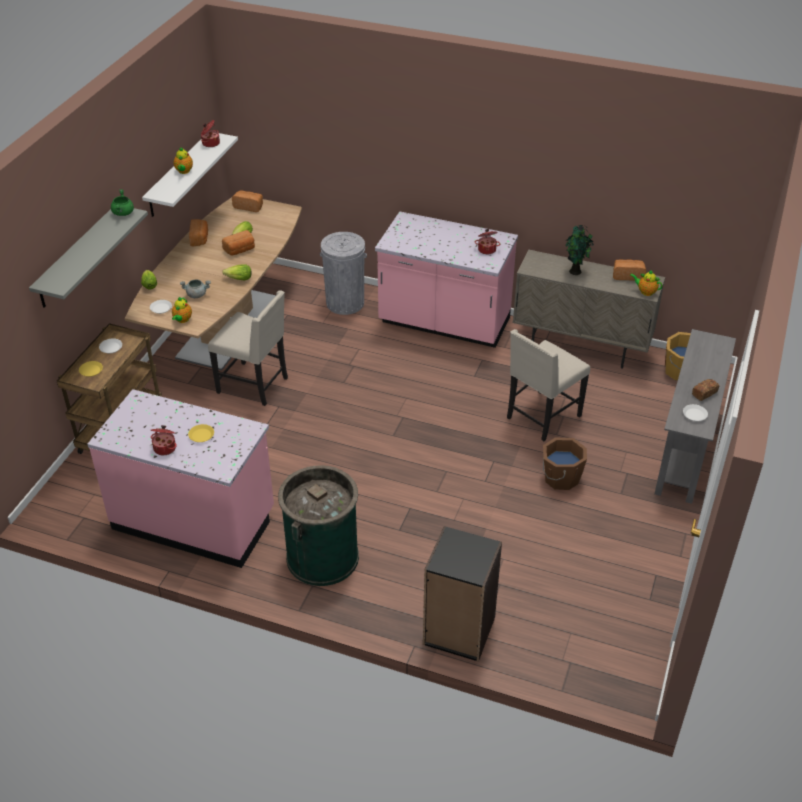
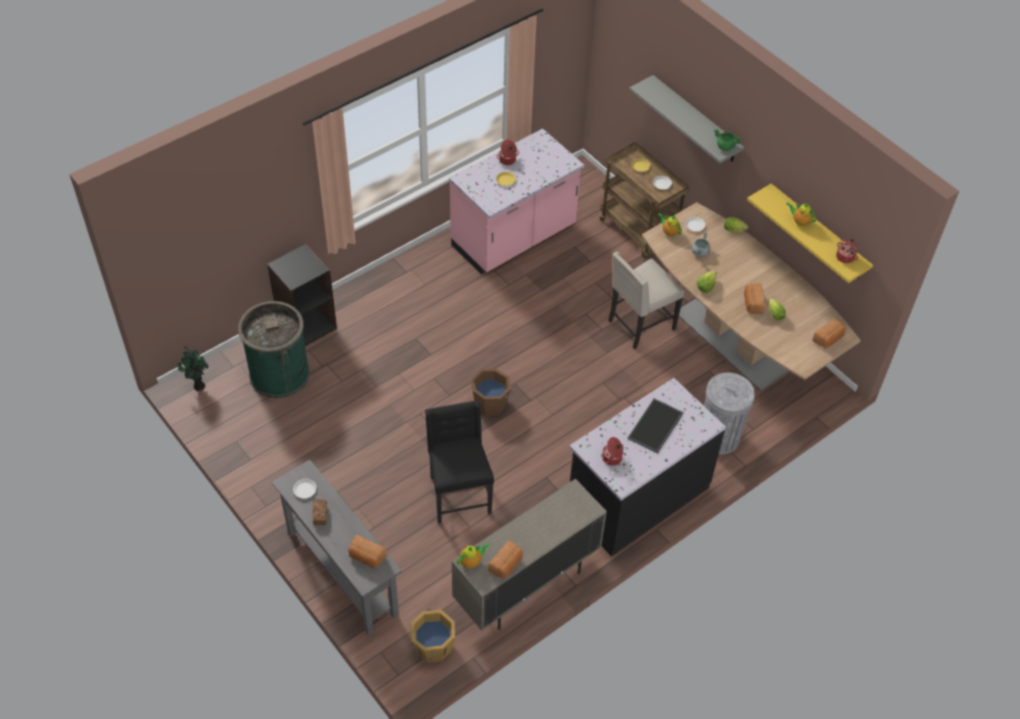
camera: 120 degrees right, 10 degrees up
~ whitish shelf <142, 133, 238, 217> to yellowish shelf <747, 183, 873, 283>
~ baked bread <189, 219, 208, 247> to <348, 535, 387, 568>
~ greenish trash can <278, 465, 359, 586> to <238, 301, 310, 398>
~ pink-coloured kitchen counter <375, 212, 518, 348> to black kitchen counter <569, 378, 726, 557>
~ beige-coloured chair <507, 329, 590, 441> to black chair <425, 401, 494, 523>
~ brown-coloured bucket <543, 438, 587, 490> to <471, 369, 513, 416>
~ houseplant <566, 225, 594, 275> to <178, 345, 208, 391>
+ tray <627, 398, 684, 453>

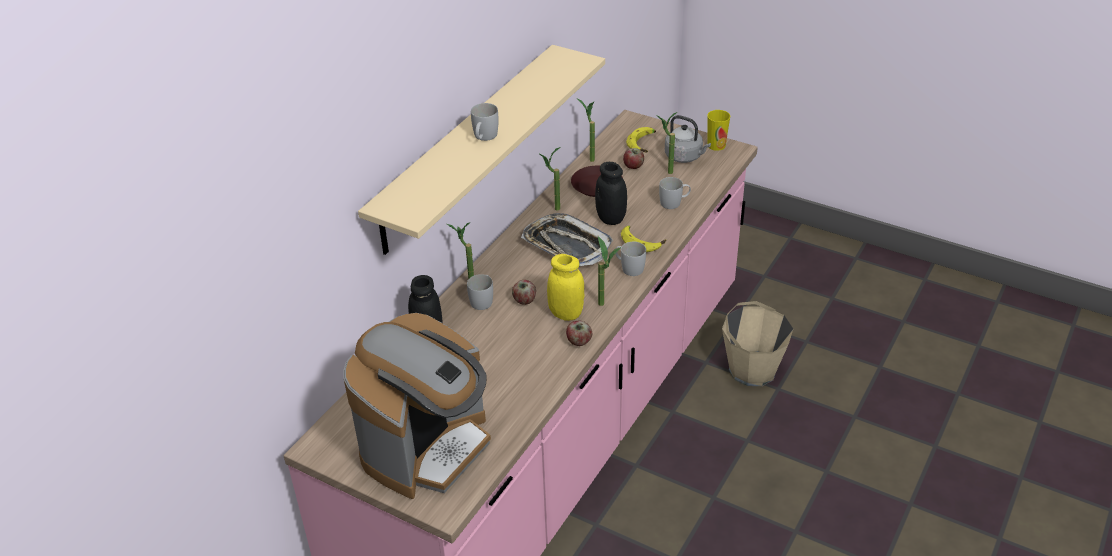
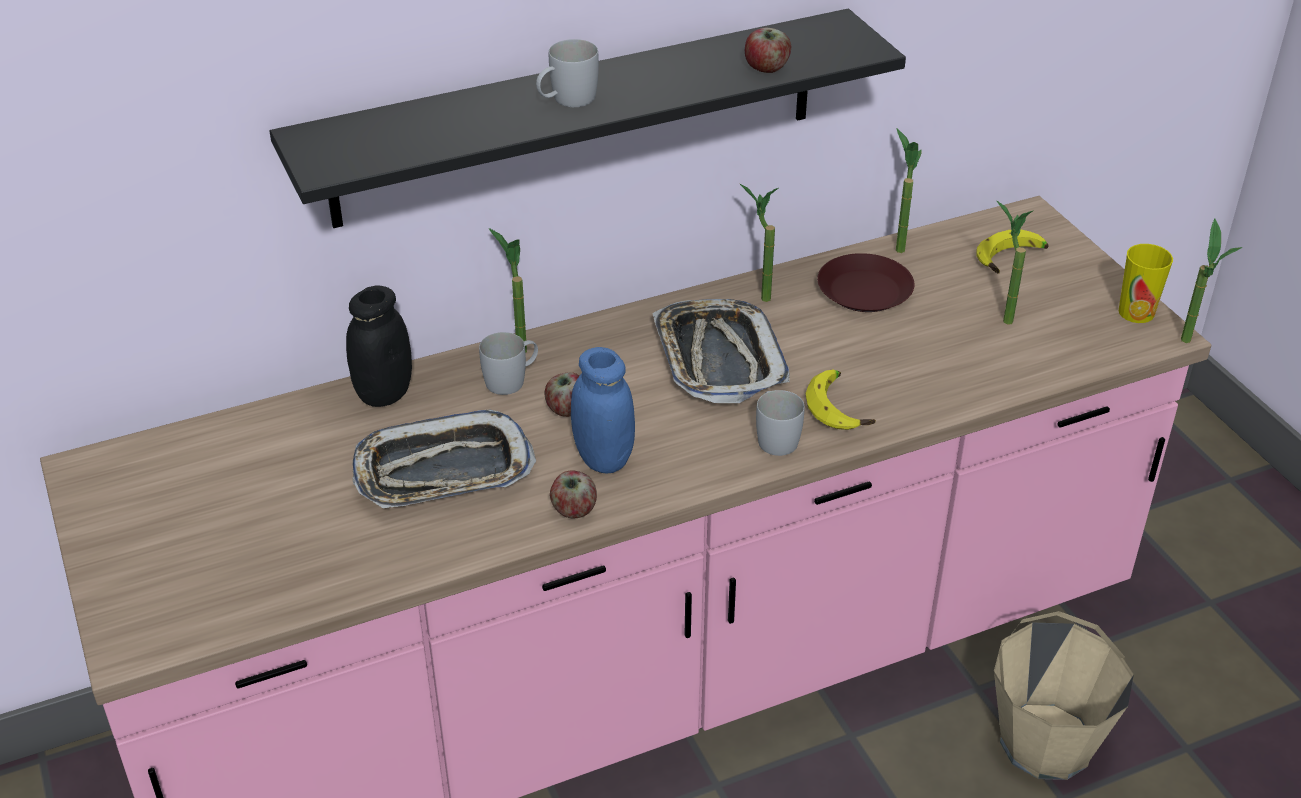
camera: 35 degrees right, 0 degrees up
- coffee maker <343, 313, 491, 499>
~ beige-coloured shelf <358, 45, 605, 255> to black shelf <270, 9, 906, 228>
~ yellowish jar <547, 254, 584, 321> to blue-coloured jar <571, 347, 635, 474>
- black jar <595, 162, 627, 225>
~ houseplant <598, 236, 621, 306> to <1181, 219, 1243, 343>
~ apple <623, 148, 644, 169> to <745, 28, 791, 73>
- whitish coffee mug <659, 177, 691, 209>
- gray water kettle <665, 115, 711, 163>
+ tray <352, 410, 536, 508>

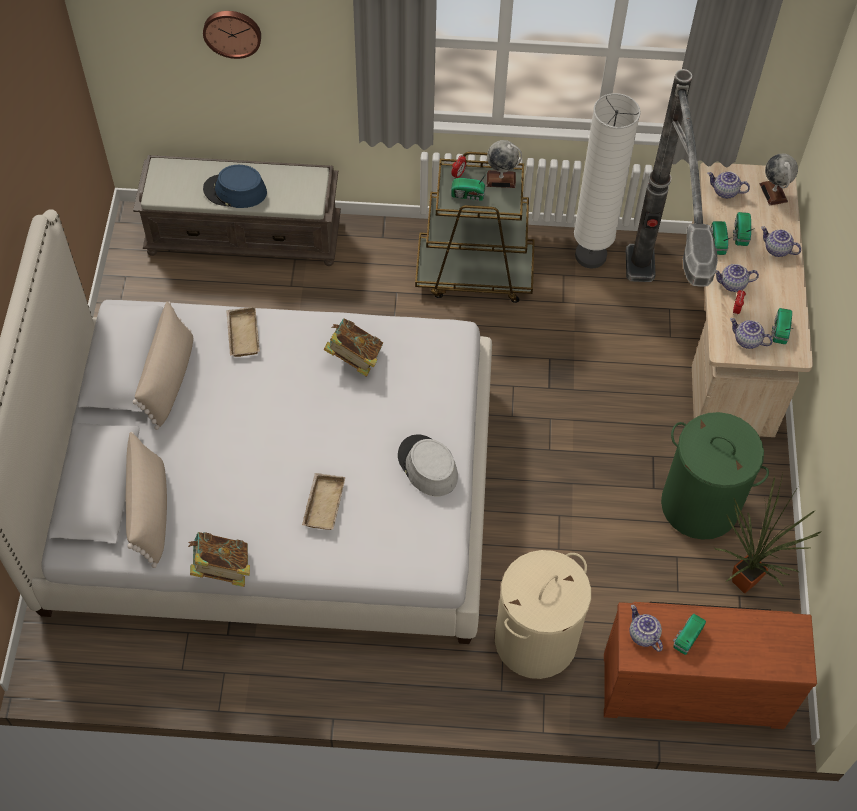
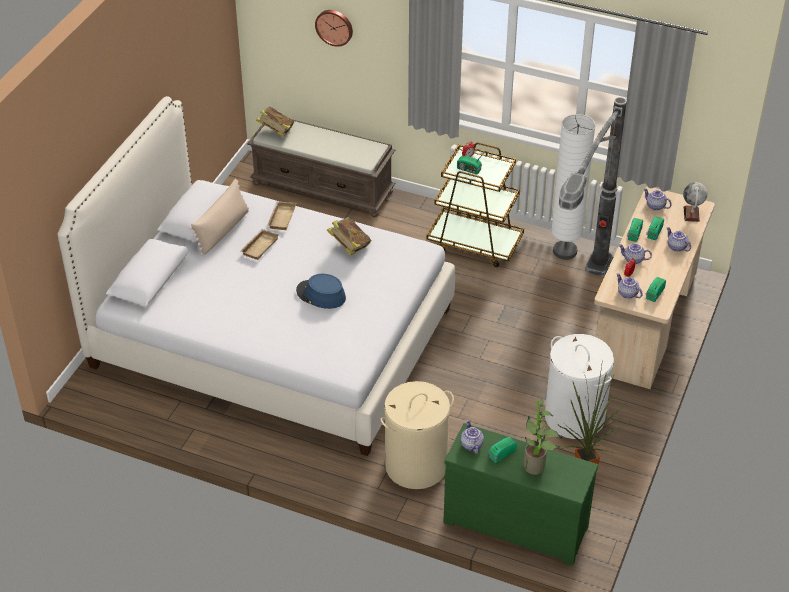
camera: 20 degrees right, 15 degrees down
- beige-coloured cushion <126, 432, 167, 568>
~ bound book <188, 532, 250, 587> to <256, 106, 294, 137>
~ blue-coloured wearable hat <203, 165, 267, 208> to <296, 274, 346, 309>
~ beige-coloured tray <302, 473, 346, 530> to <241, 229, 279, 260>
- gray wearable hat <398, 434, 458, 496>
- world globe <486, 140, 522, 188>
~ brown-coloured chest of drawers <604, 602, 817, 729> to greenish chest of drawers <443, 423, 598, 565>
~ greenish laundry basket <661, 412, 769, 540> to whitish laundry basket <545, 334, 614, 439>
+ houseplant <524, 398, 562, 475>

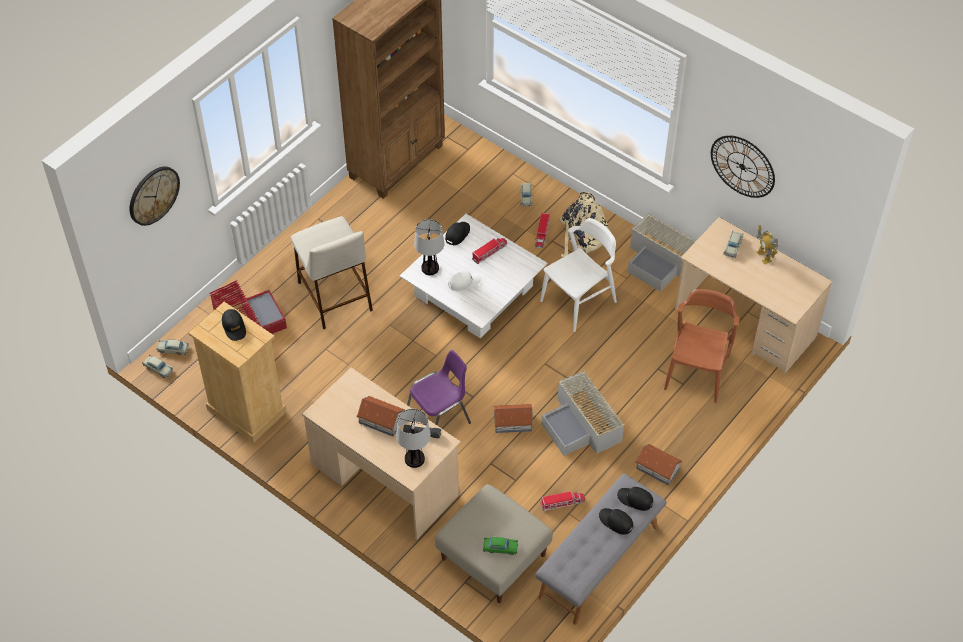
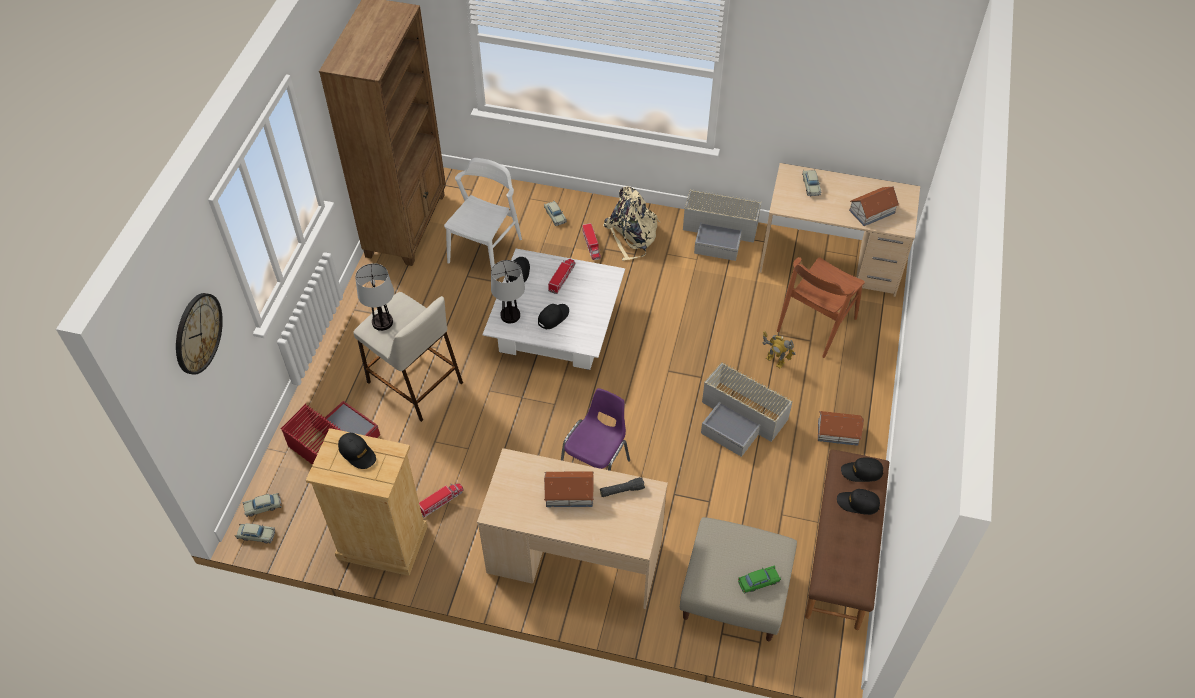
camera: 25 degrees left, 0 degrees up
~ table lamp <396, 409, 431, 468> to <355, 263, 394, 331>
~ whitish baseball cap <448, 270, 481, 291> to black baseball cap <538, 304, 569, 329>
~ miniature house <493, 404, 533, 433> to <849, 187, 899, 226>
~ gray indoor bench <535, 473, 666, 625> to brown-coloured indoor bench <805, 449, 889, 630>
~ whitish chair <540, 218, 617, 332> to <444, 158, 522, 269>
~ toy truck <540, 491, 585, 511> to <419, 483, 464, 517>
~ brown-coloured chair <664, 289, 739, 403> = <777, 257, 865, 358> 135 degrees counterclockwise
- hanging clock <711, 135, 775, 198>
~ robot figure <757, 225, 778, 264> to <763, 331, 795, 369>

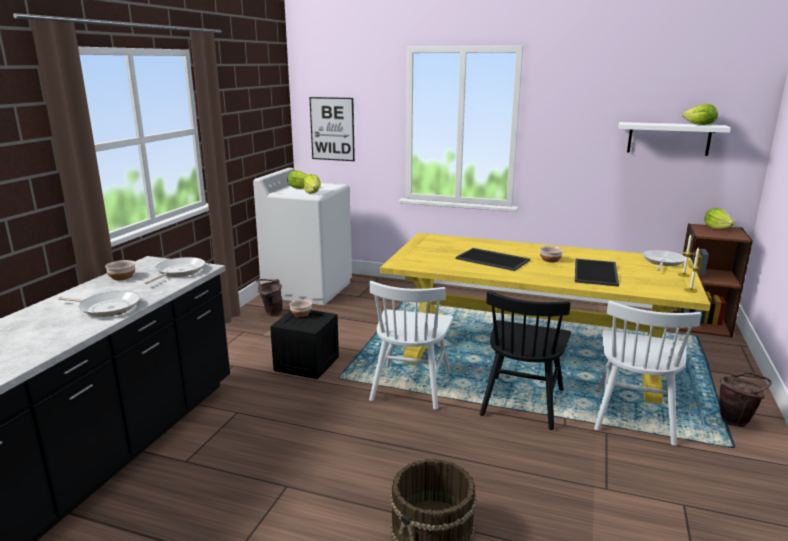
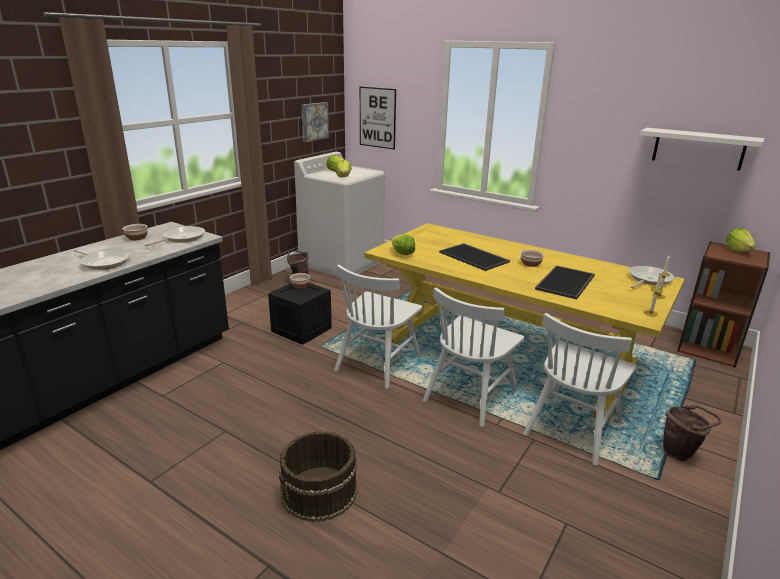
camera: 15 degrees right, 5 degrees up
~ black chair <480, 291, 571, 430> to whitish chair <423, 287, 524, 427>
~ head of lettuce <683, 104, 718, 125> to <392, 234, 415, 255>
+ picture <301, 102, 329, 142>

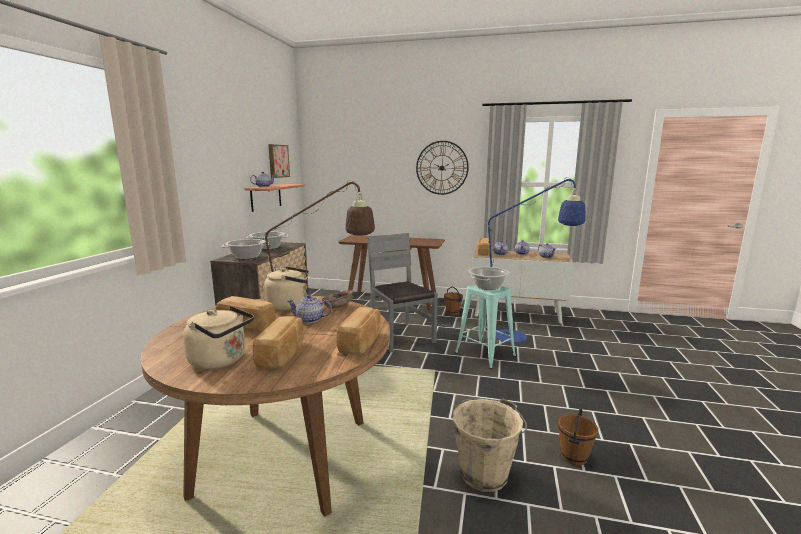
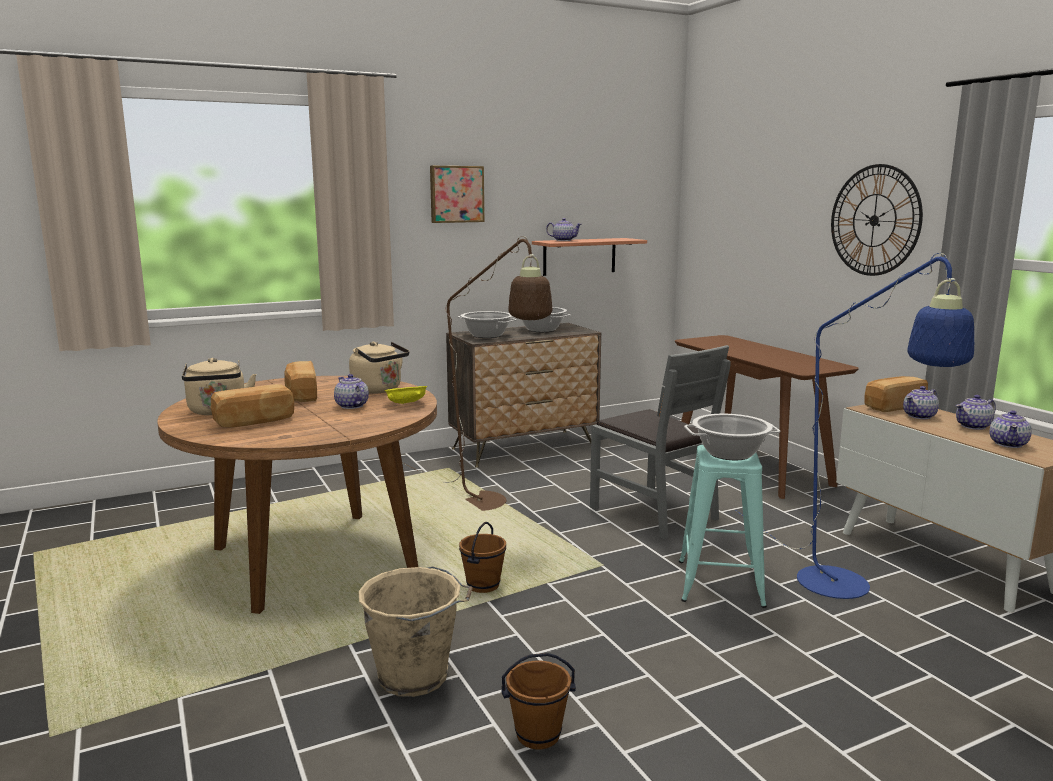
camera: 50 degrees right, 0 degrees up
~ picture <268, 144, 290, 178> to <430, 166, 485, 223>
~ brown-coloured bowl <322, 290, 354, 308> to yellowish bowl <384, 386, 427, 404>
- baked bread <336, 307, 381, 355>
~ gray chair <368, 233, 438, 352> = <590, 345, 731, 539> 120 degrees clockwise
~ brown-coloured bucket <444, 287, 463, 315> to <459, 522, 506, 593>

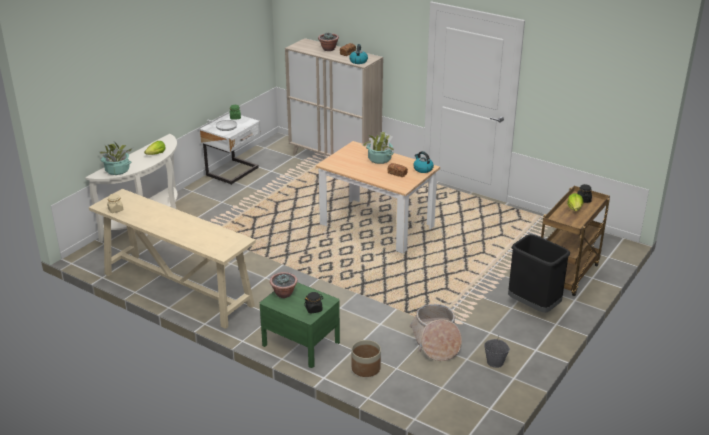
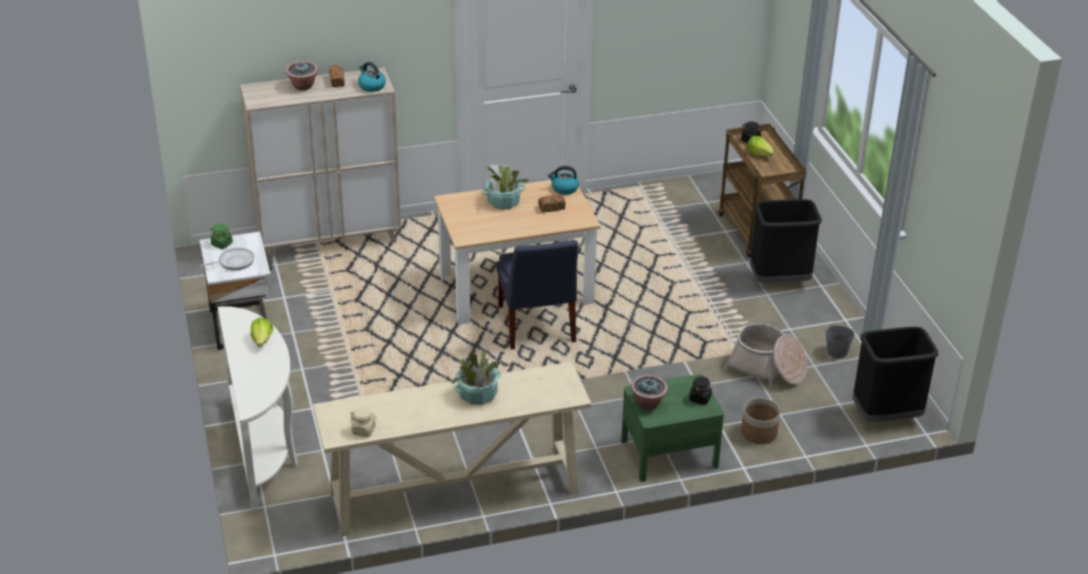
camera: 50 degrees left, 5 degrees up
~ houseplant <99, 142, 133, 175> to <450, 350, 501, 405>
+ blue-coloured chair <496, 240, 579, 350>
+ black trash can <853, 327, 938, 422>

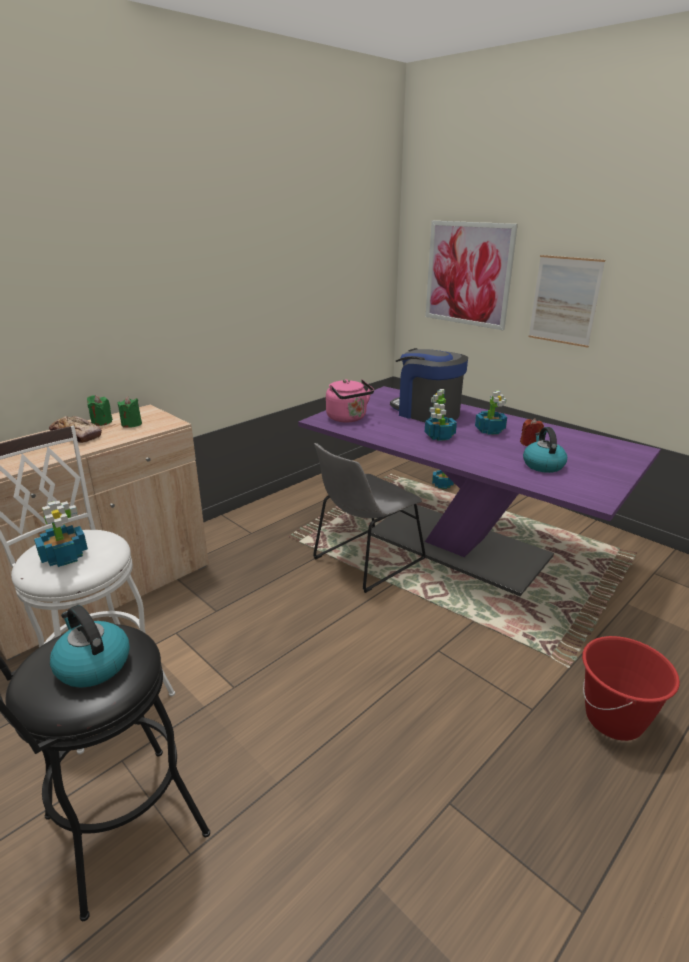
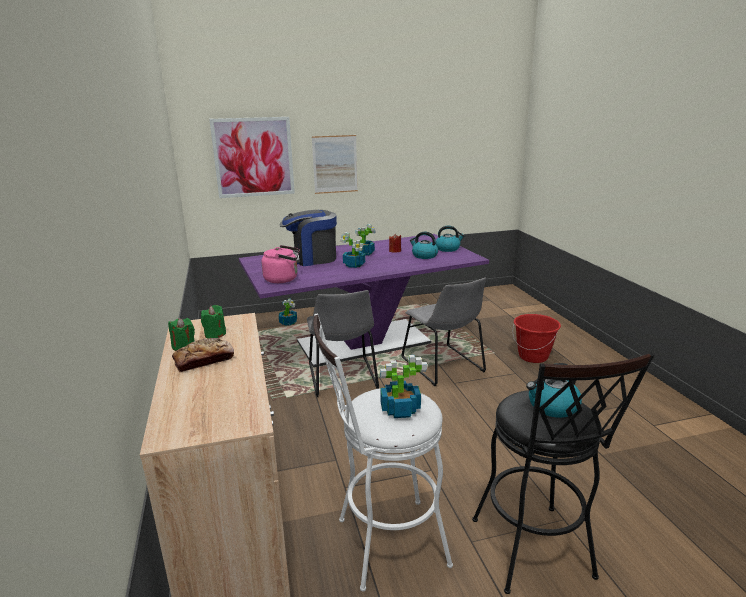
camera: 60 degrees left, 5 degrees down
+ gray chair <401, 278, 486, 386>
+ water kettle <435, 226, 465, 252>

